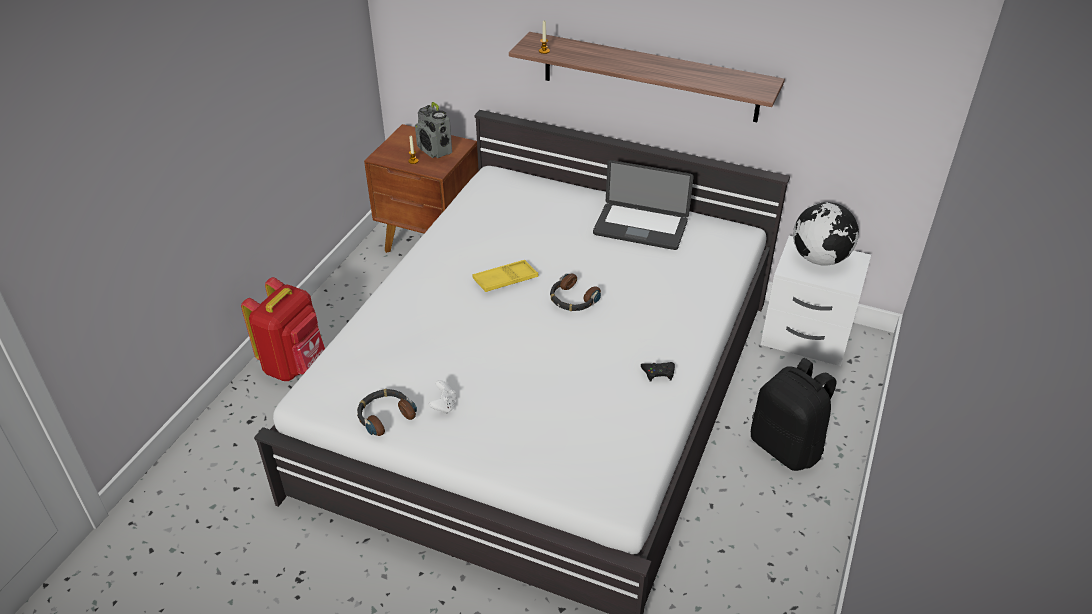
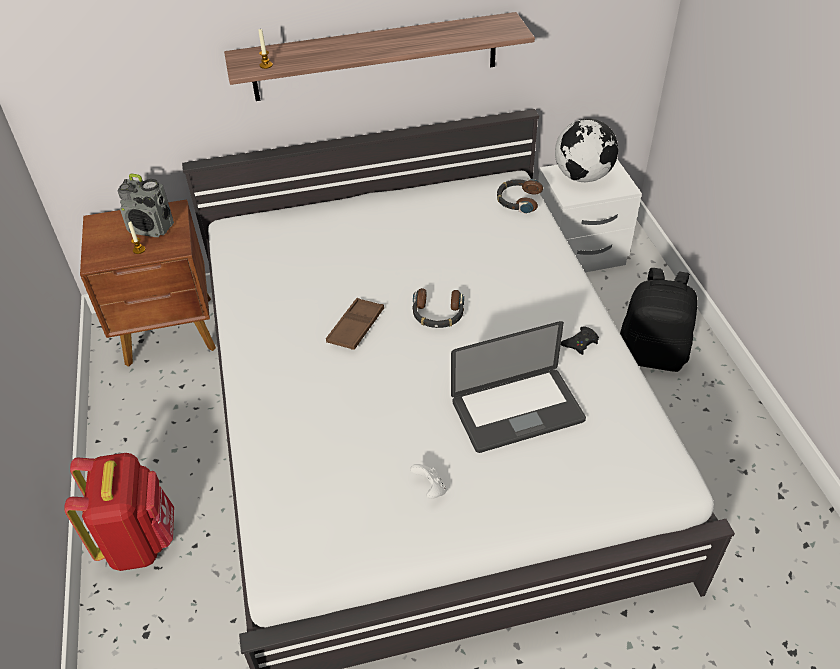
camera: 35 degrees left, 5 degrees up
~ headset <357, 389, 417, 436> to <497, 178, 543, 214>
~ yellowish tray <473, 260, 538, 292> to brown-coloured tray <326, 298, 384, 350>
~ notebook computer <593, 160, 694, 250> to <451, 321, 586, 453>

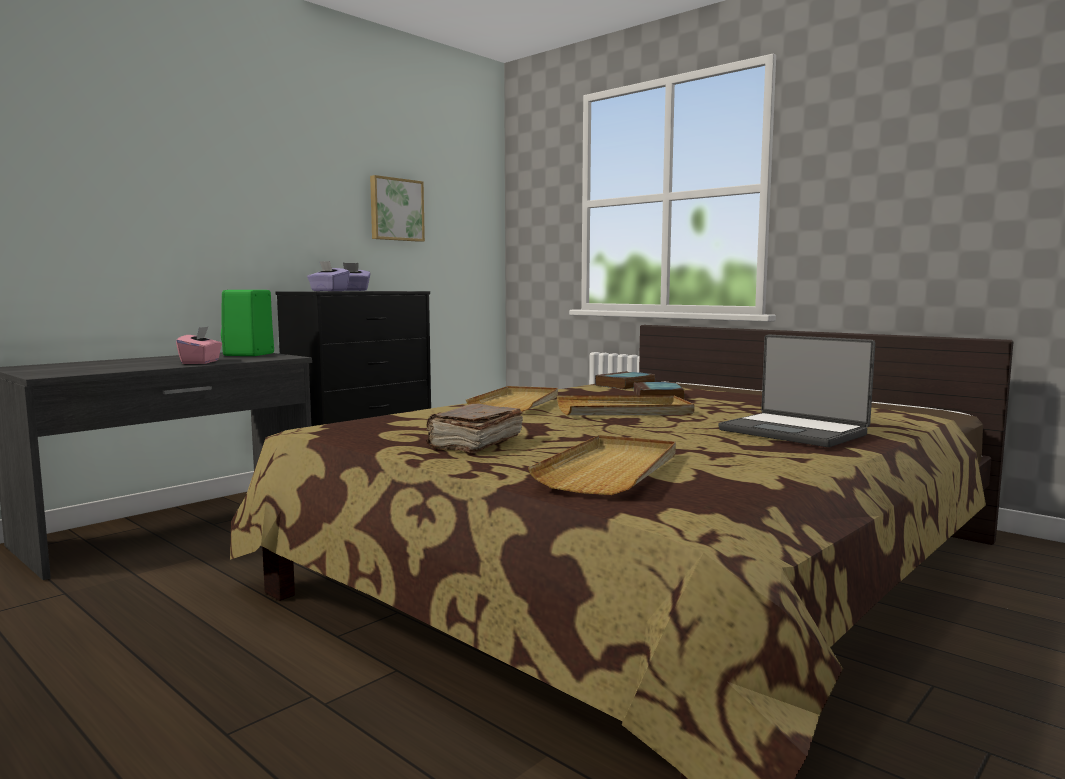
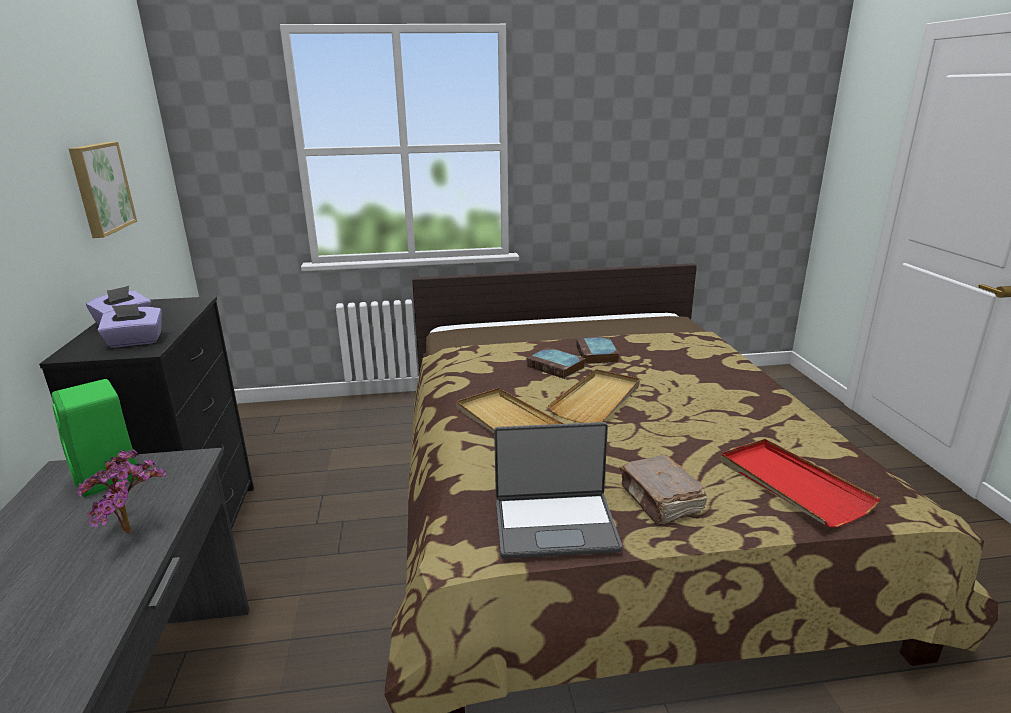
camera: 50 degrees left, 15 degrees up
~ pink-coloured tissue holder <176, 326, 222, 364> to houseplant <77, 449, 166, 533>
~ beige-coloured tray <528, 435, 676, 495> to red tray <721, 439, 881, 528>
~ bound book <595, 371, 655, 389> to <576, 337, 619, 364>
~ notebook computer <719, 334, 875, 447> to <494, 422, 623, 559>

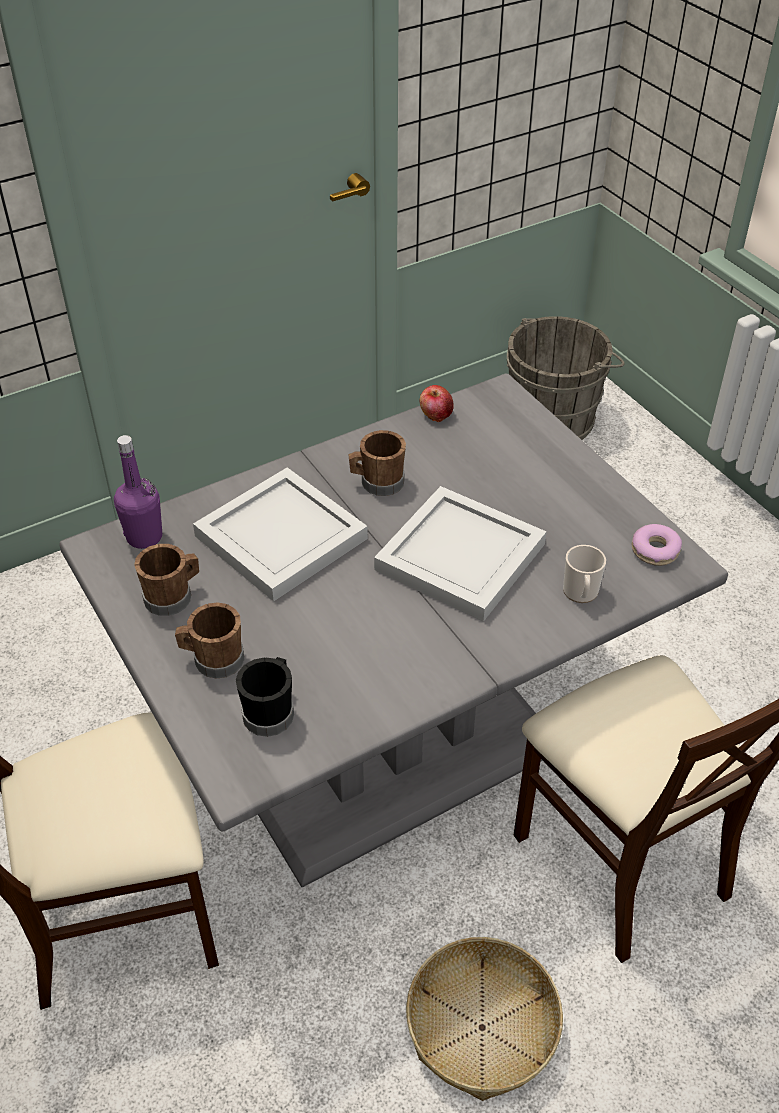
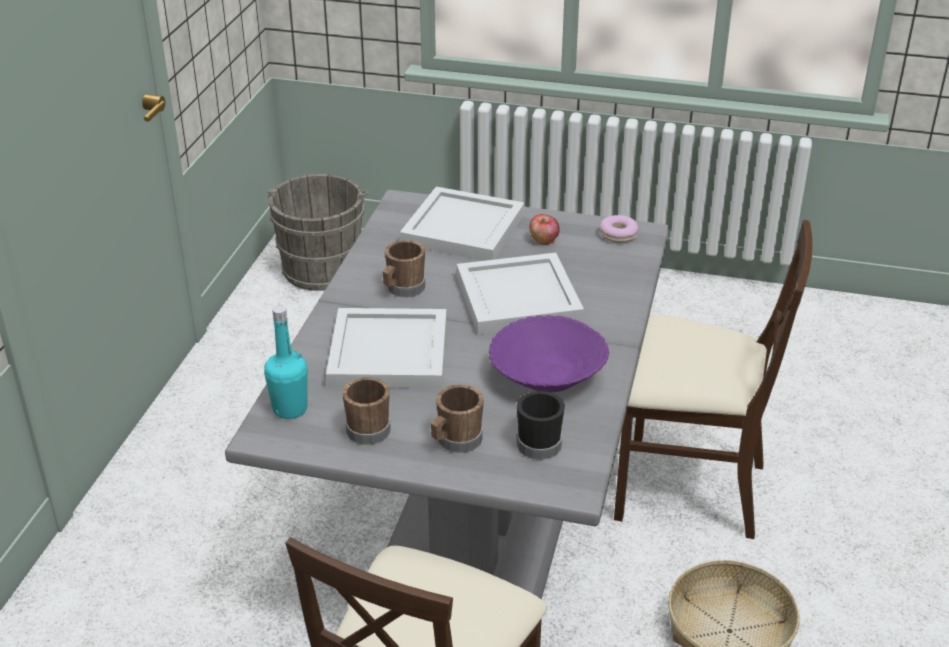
camera: 45 degrees left, 10 degrees down
~ purple-coloured beverage bottle <114, 435, 162, 549> to blue-green beverage bottle <264, 305, 308, 419>
~ apple <420, 385, 453, 422> to <529, 214, 560, 245>
- coffee mug <563, 545, 606, 603>
+ whitish tray <400, 187, 525, 261>
+ purple-coloured bowl <489, 315, 609, 392>

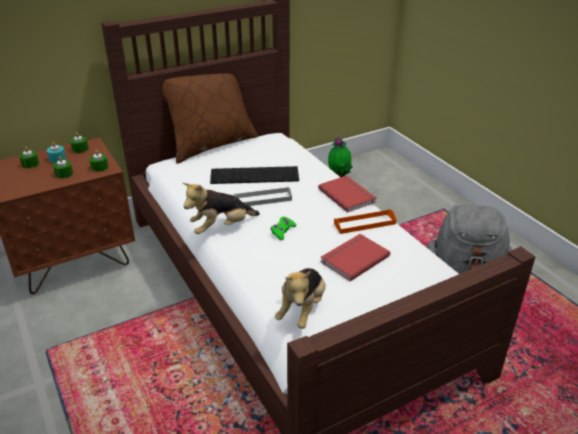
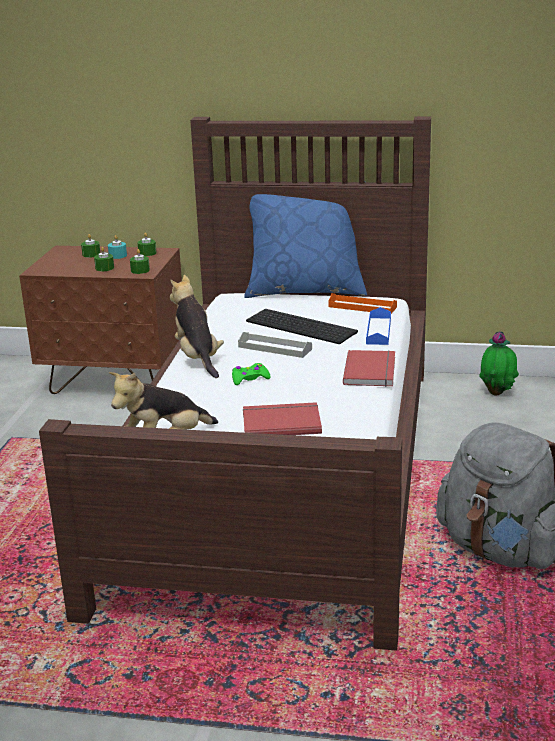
camera: 40 degrees right, 10 degrees down
~ brown-coloured cushion <162, 52, 258, 164> to blue-coloured cushion <244, 194, 367, 298>
~ soft toy <183, 183, 260, 234> = <170, 275, 224, 378> 60 degrees clockwise
~ orange-coloured tray <334, 209, 396, 234> to <328, 293, 397, 314>
+ blue-coloured tray <366, 307, 391, 345>

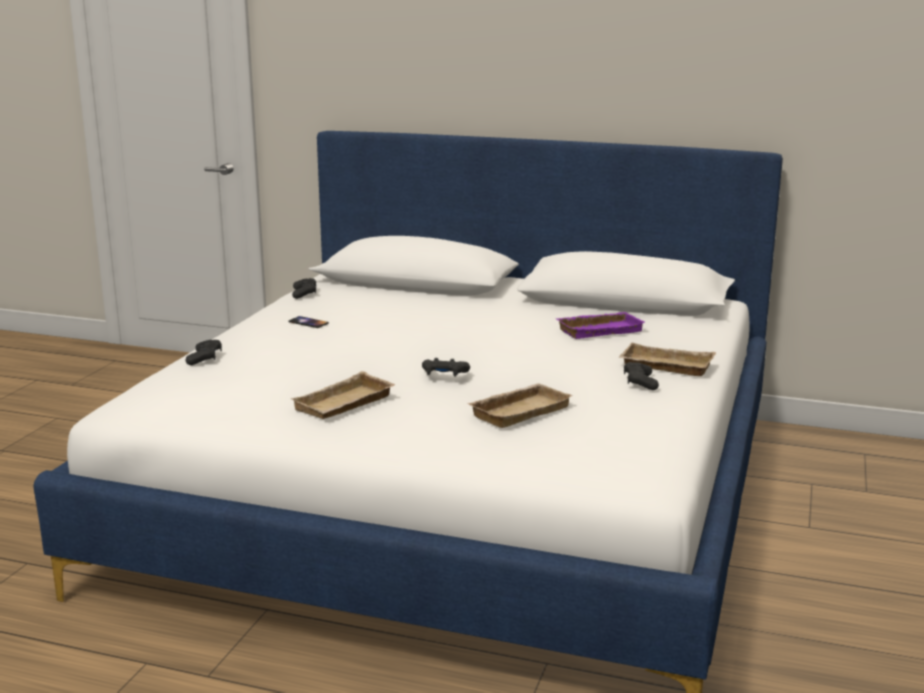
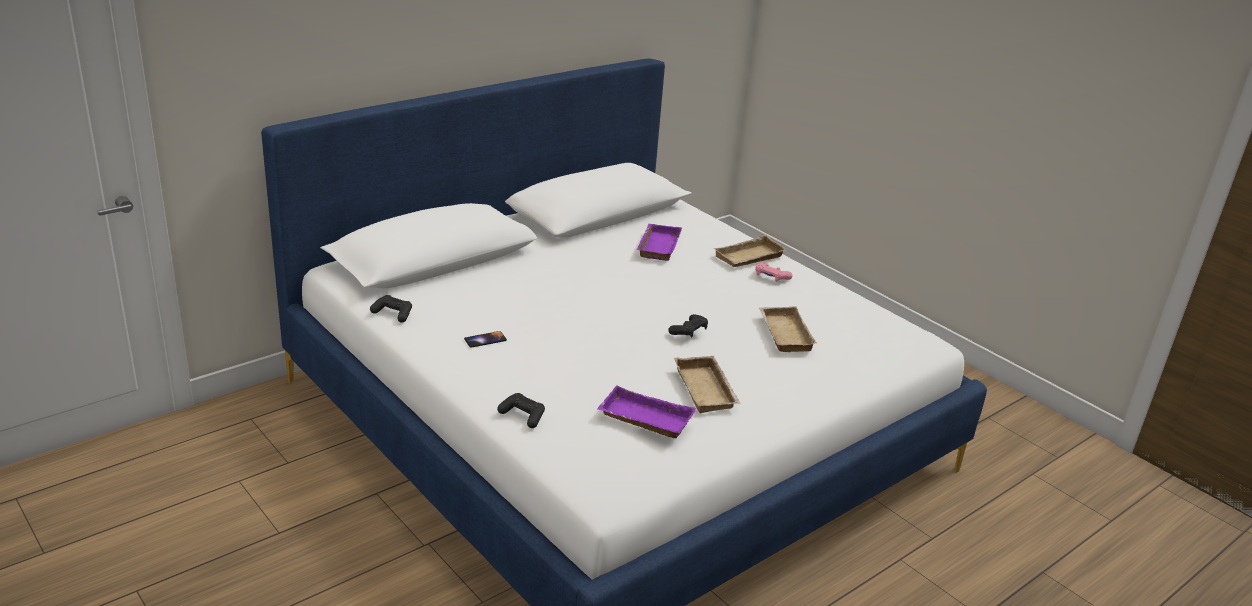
camera: 60 degrees left, 10 degrees up
~ black gamepad <624, 362, 659, 390> to pink-coloured gamepad <755, 262, 792, 282>
+ purple-coloured tray <597, 385, 696, 438>

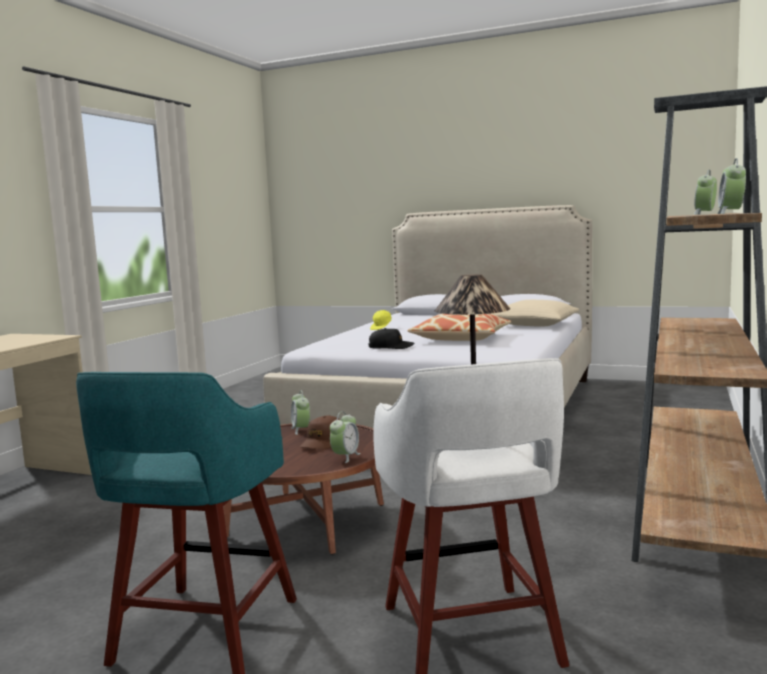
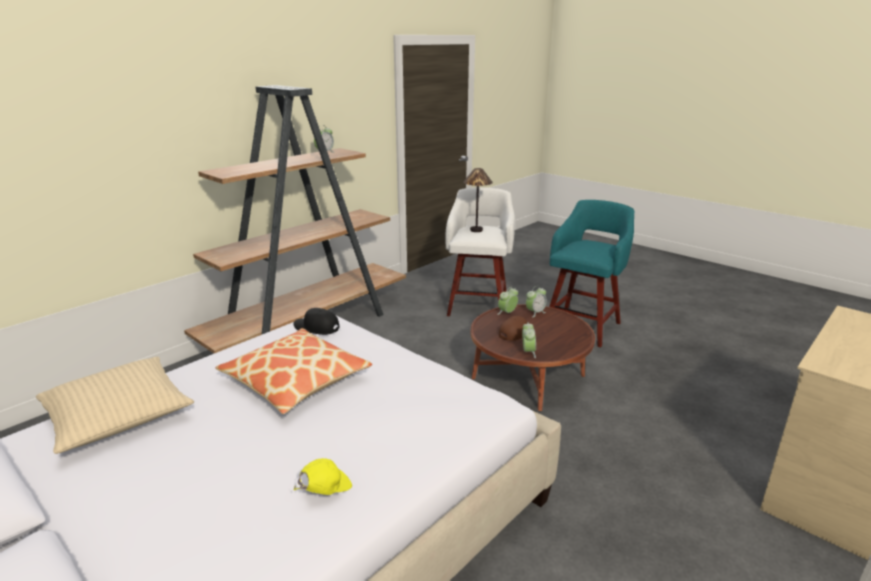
camera: 160 degrees left, 15 degrees up
~ black baseball cap <369, 328, 414, 349> to <293, 308, 340, 335>
~ bedside clock <693, 170, 717, 215> to <526, 286, 547, 318>

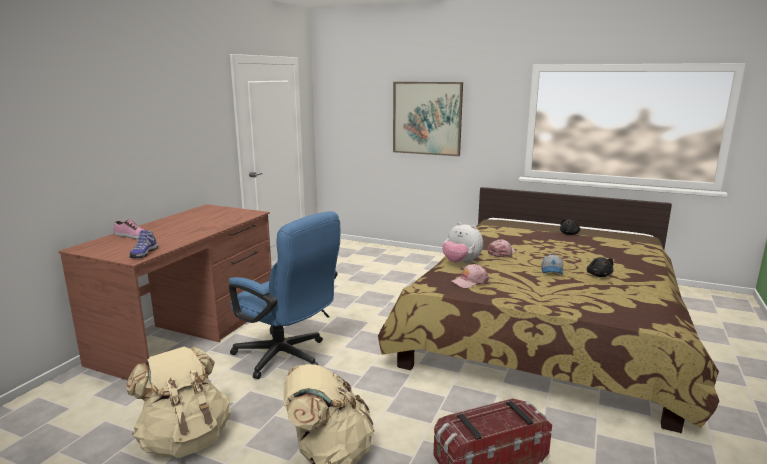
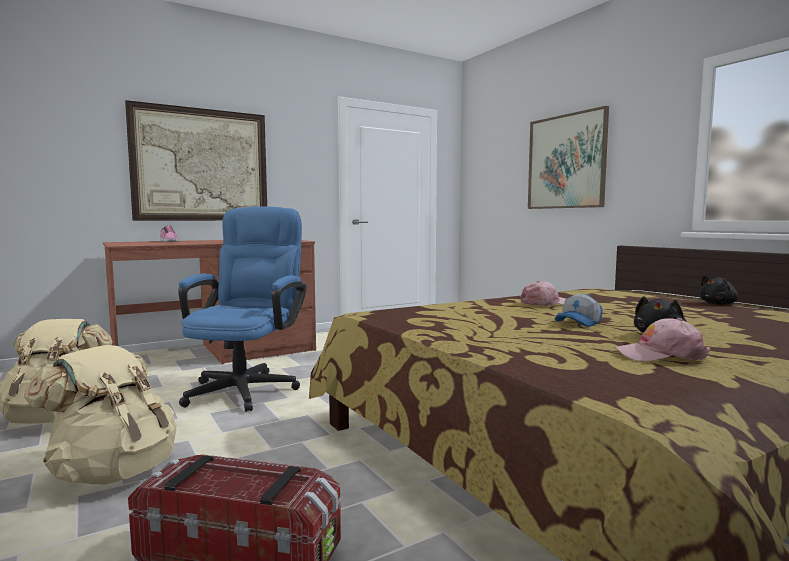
camera: 35 degrees right, 10 degrees down
- item of footwear <129, 230, 158, 258>
~ blue-coloured desk chair <229, 211, 340, 379> = <178, 206, 307, 412> 150 degrees counterclockwise
- soft toy <442, 222, 483, 263>
~ pink-coloured baseball cap <451, 264, 489, 288> to <614, 318, 711, 361>
+ picture <125, 100, 267, 221>

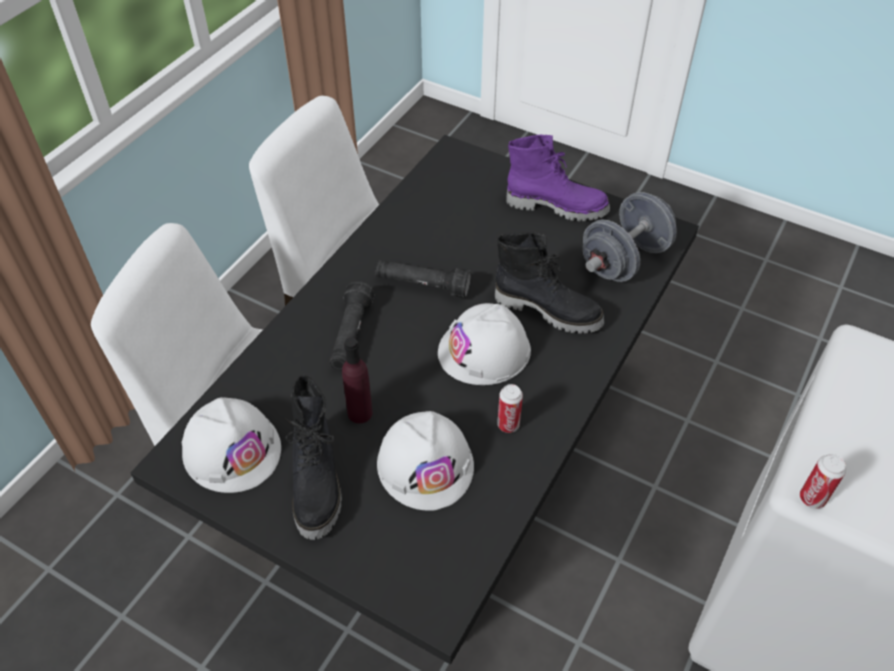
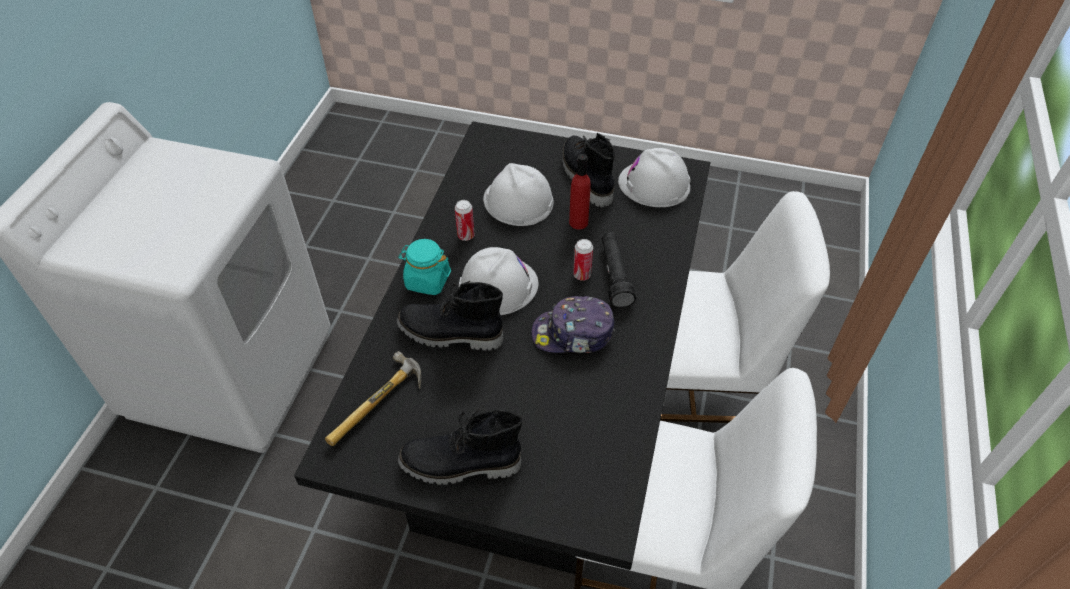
camera: 165 degrees right, 0 degrees up
~ purple-coloured beverage bottle <342, 337, 373, 423> to red beverage bottle <569, 154, 591, 229>
~ black torch <375, 260, 471, 298> to baseball cap <532, 296, 615, 353>
~ purple-coloured high-top boot <506, 135, 610, 221> to black high-top boot <398, 408, 522, 485>
~ gray dumbbell <583, 192, 677, 282> to hand hammer <325, 351, 422, 446>
~ sealed can <800, 454, 846, 509> to <573, 239, 593, 281>
+ blue-green jar <398, 239, 451, 295>

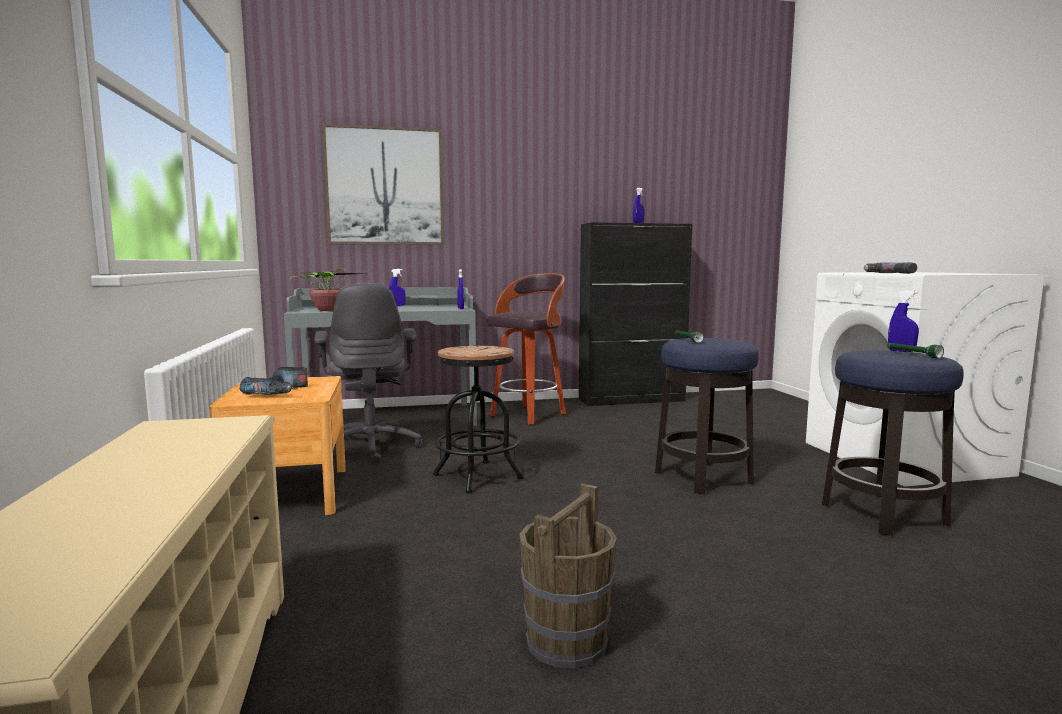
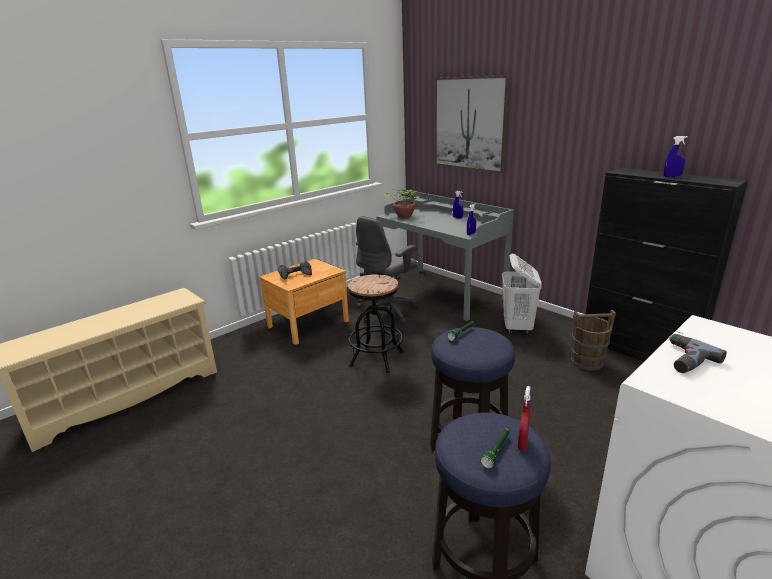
camera: 60 degrees right, 15 degrees up
~ stool <487, 273, 566, 425> to whitish laundry basket <502, 254, 542, 335>
~ brown-coloured bucket <519, 484, 617, 668> to <571, 310, 616, 371>
~ blue-coloured sprayer <888, 290, 919, 352> to red sprayer <518, 386, 531, 450>

